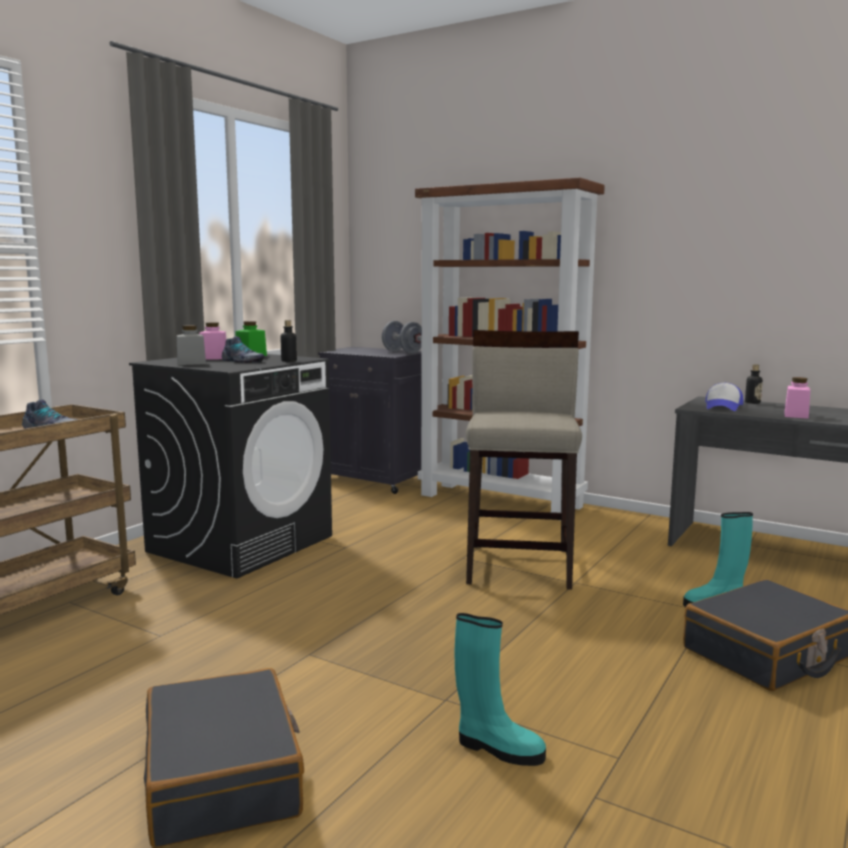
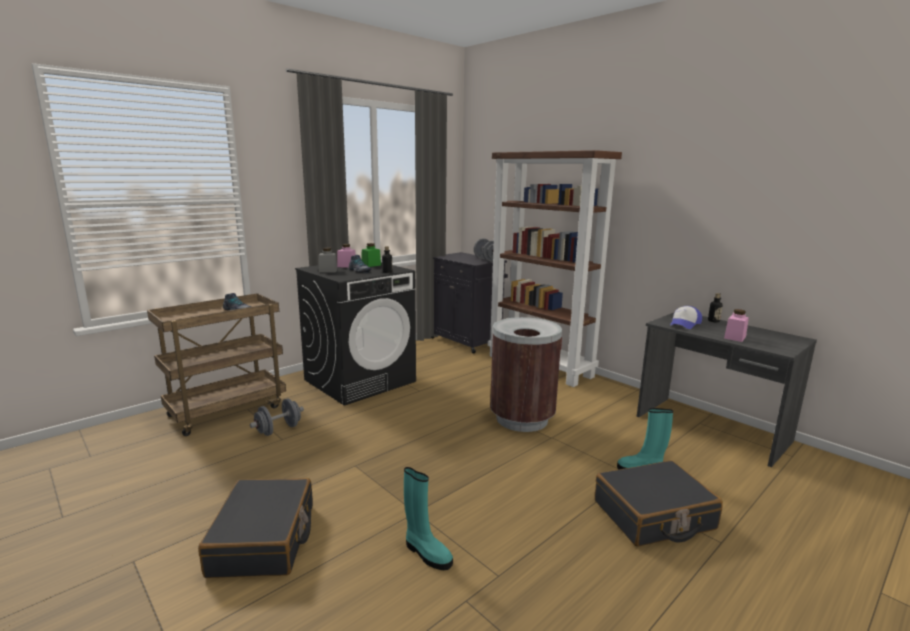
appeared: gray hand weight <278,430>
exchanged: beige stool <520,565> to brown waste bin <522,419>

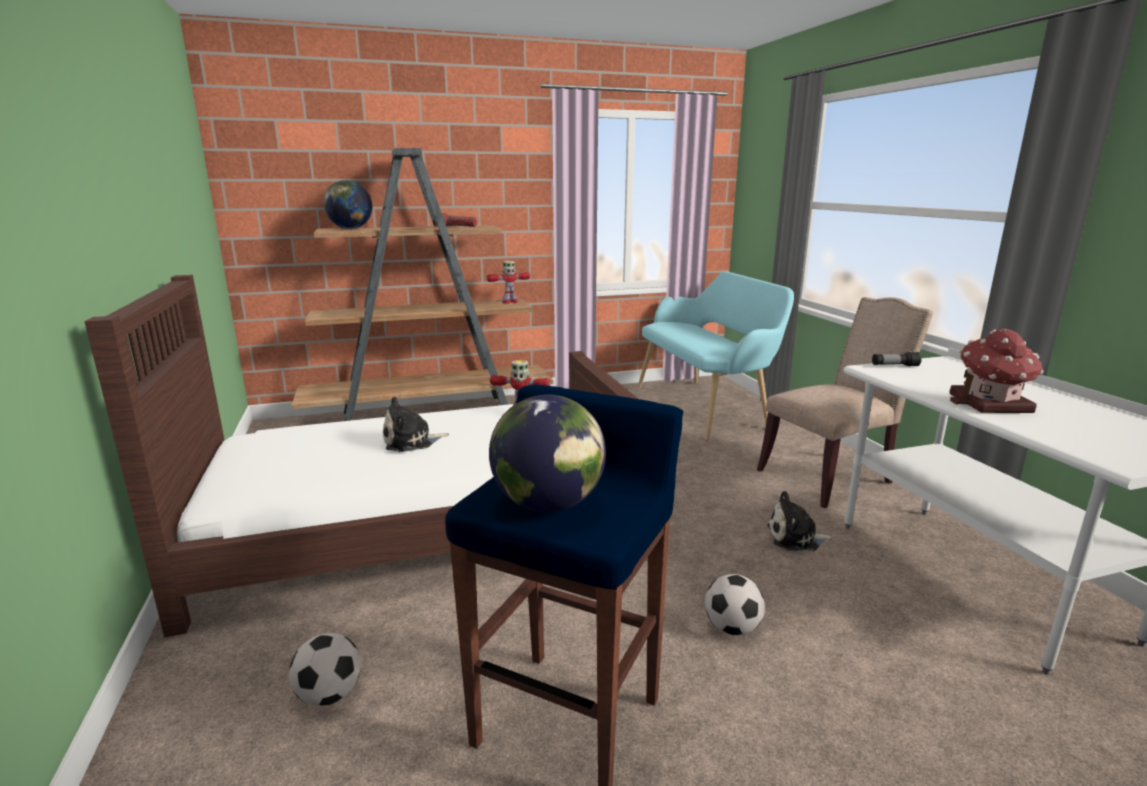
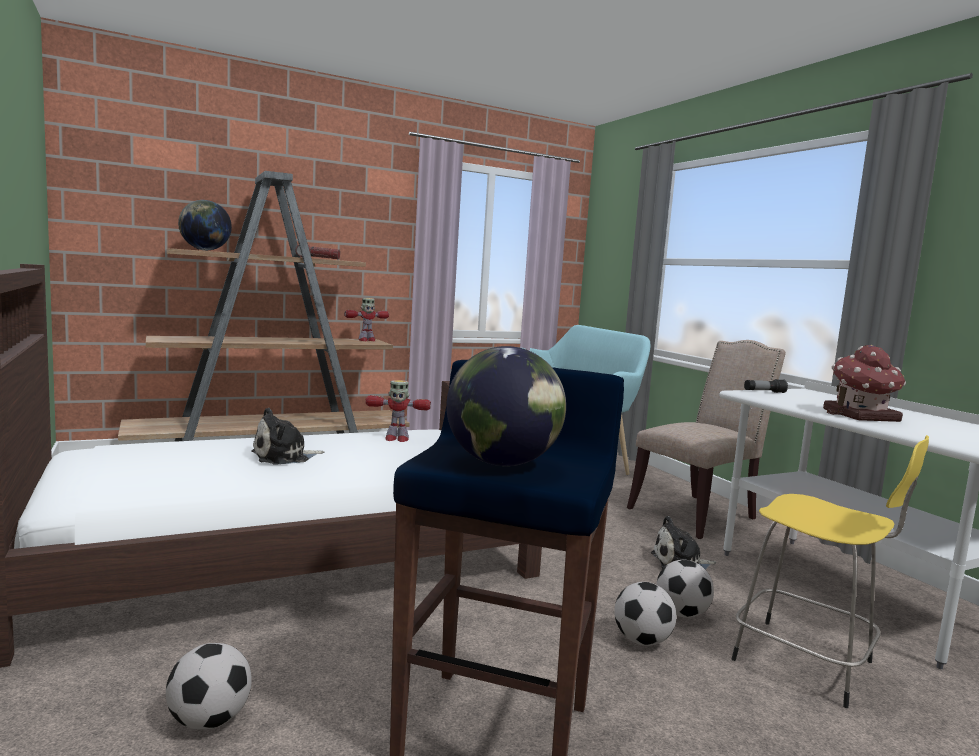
appeared: football ball <681,614>; yellow stool <808,663>

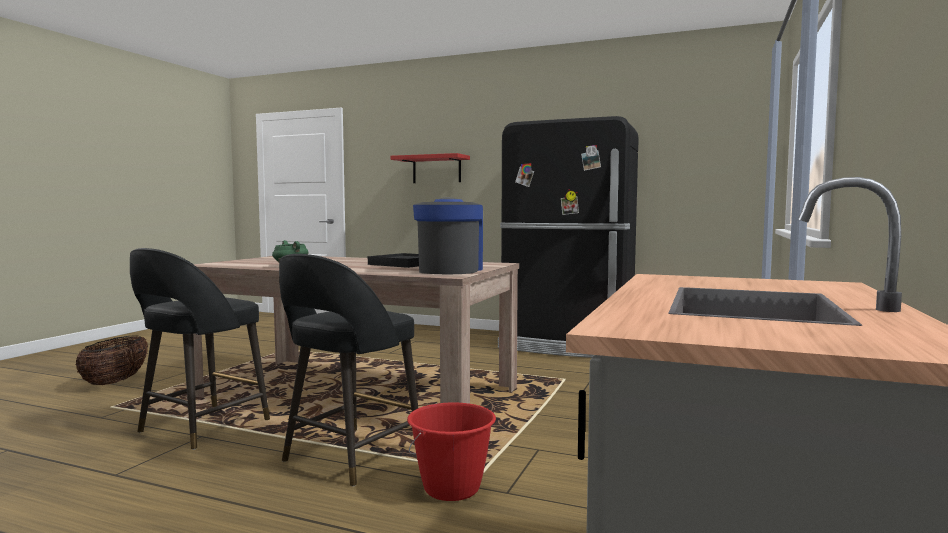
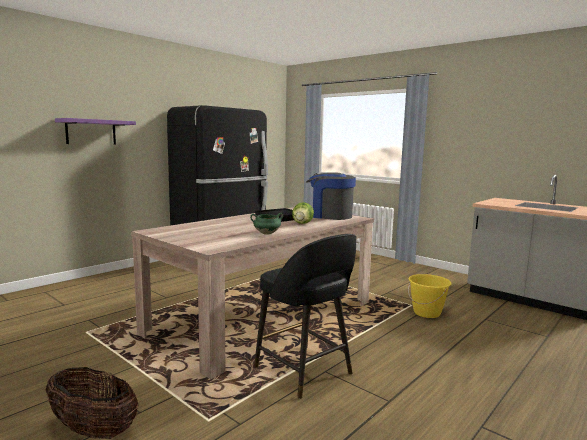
missing: blackish stool <350,457>
appeared: head of lettuce <302,223>
colour: red bracket shelf <436,169> to purplish bracket shelf <91,132>; red pail <452,488> to yellow pail <427,313>

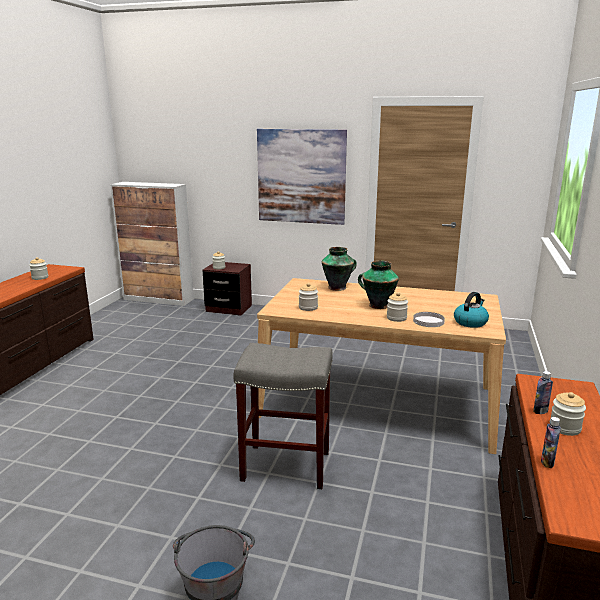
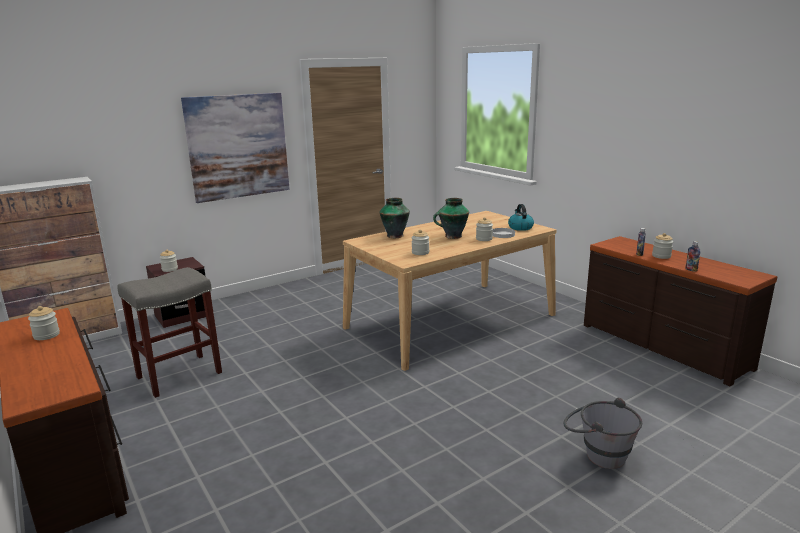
relocated: gray stool <284,466> to <178,375>

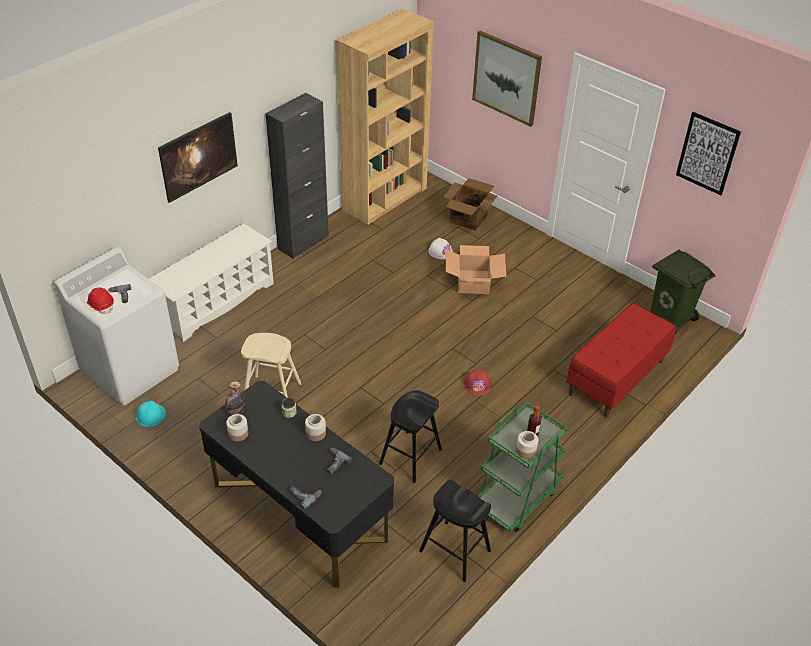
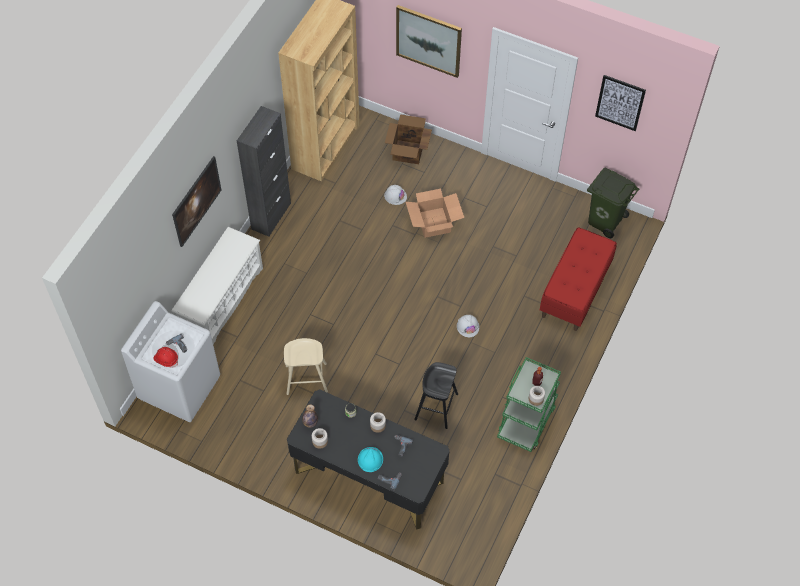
missing: blackish stool <455,551>
relocated: turquoise safety helmet <151,415> to <370,459>
colour: red safety helmet <477,384> to whitish safety helmet <468,326>

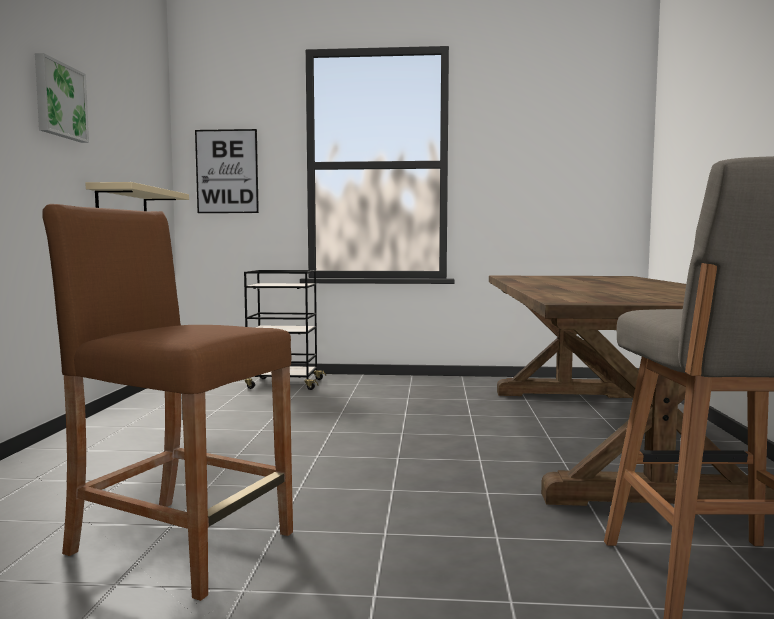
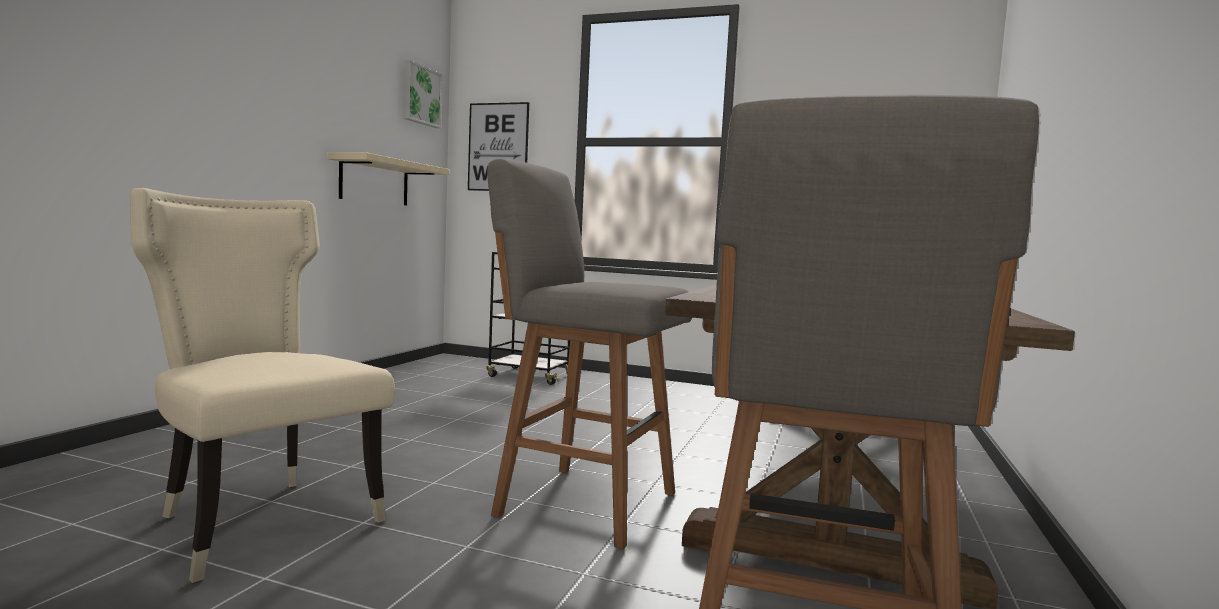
appeared: gray stool <581,502>
relocated: wall art <59,100> to <420,95>
exchanged: brown stool <181,543> to beige plain chair <262,519>

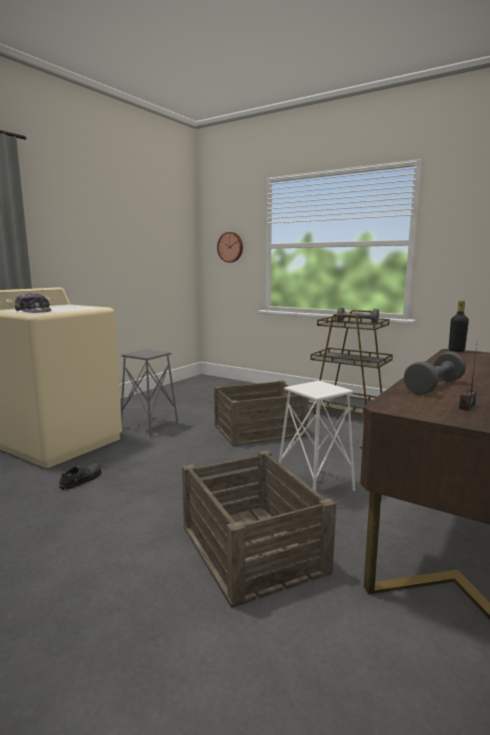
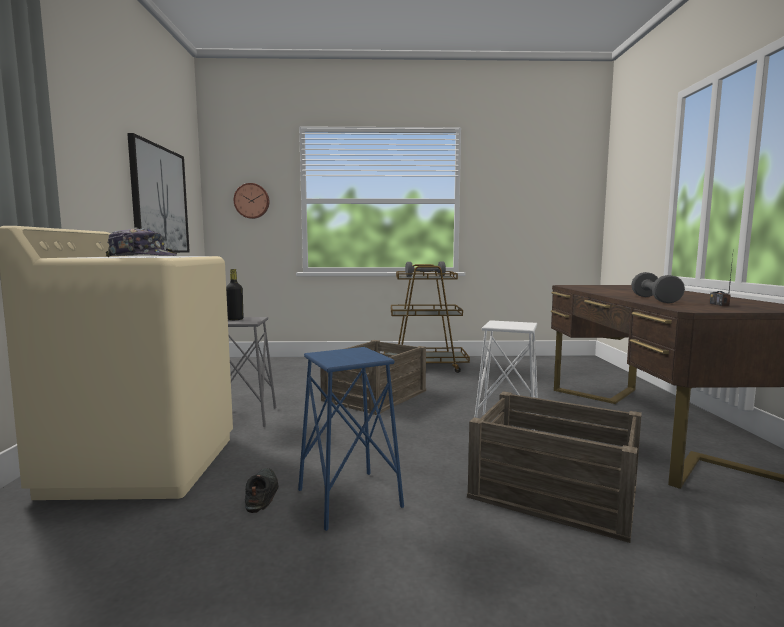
appeared: wall art <159,200>; bluish stool <349,498>
relocated: blackish beverage bottle <456,351> to <235,319>

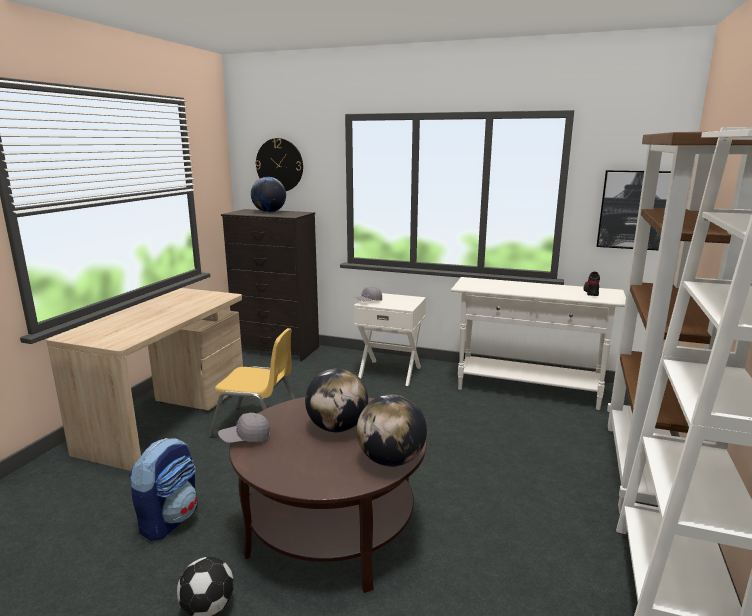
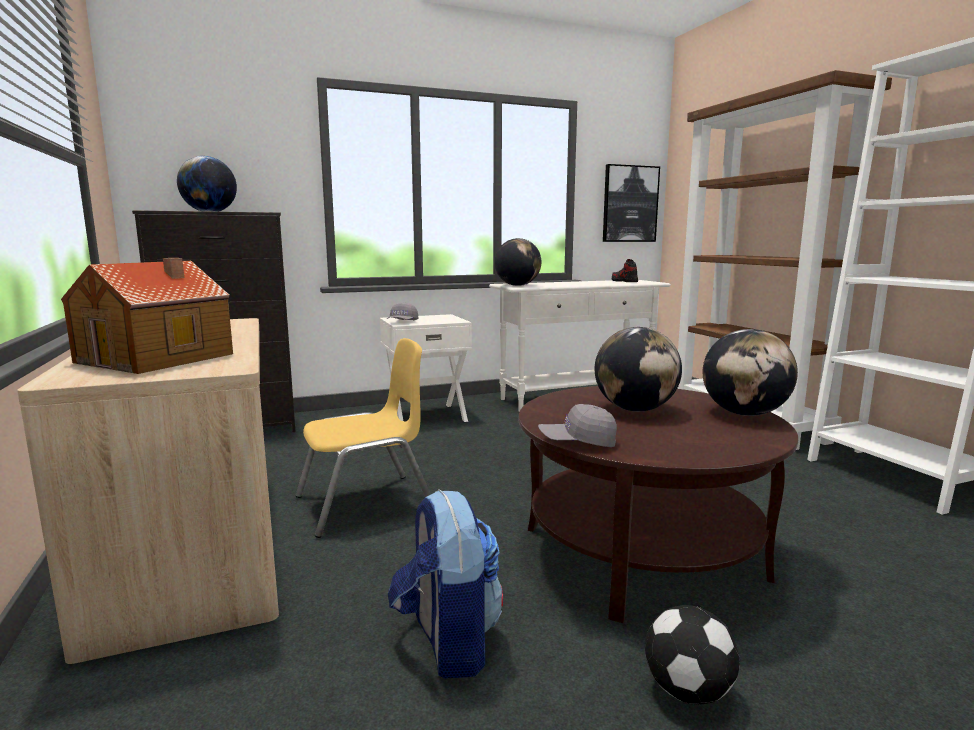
missing: clock on the wall <279,165>
appeared: toy house <159,358>; globe <517,285>
spun: gray cap <245,438> = <577,442> 60 degrees clockwise

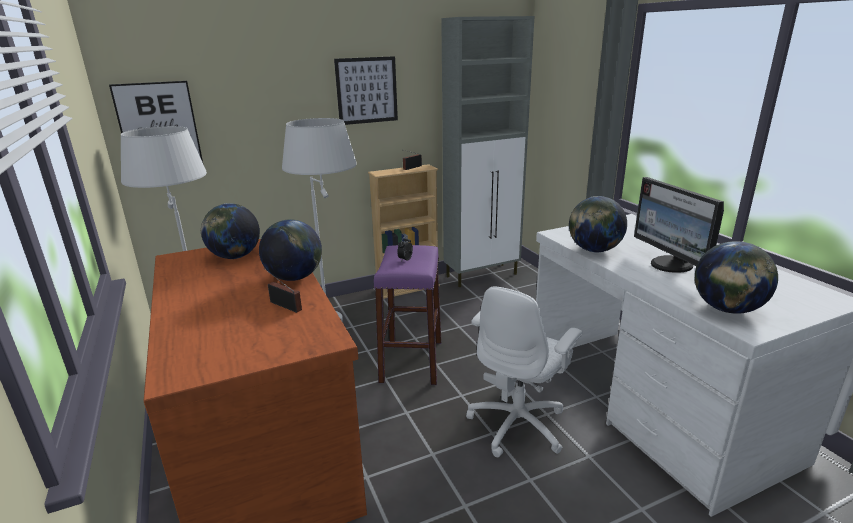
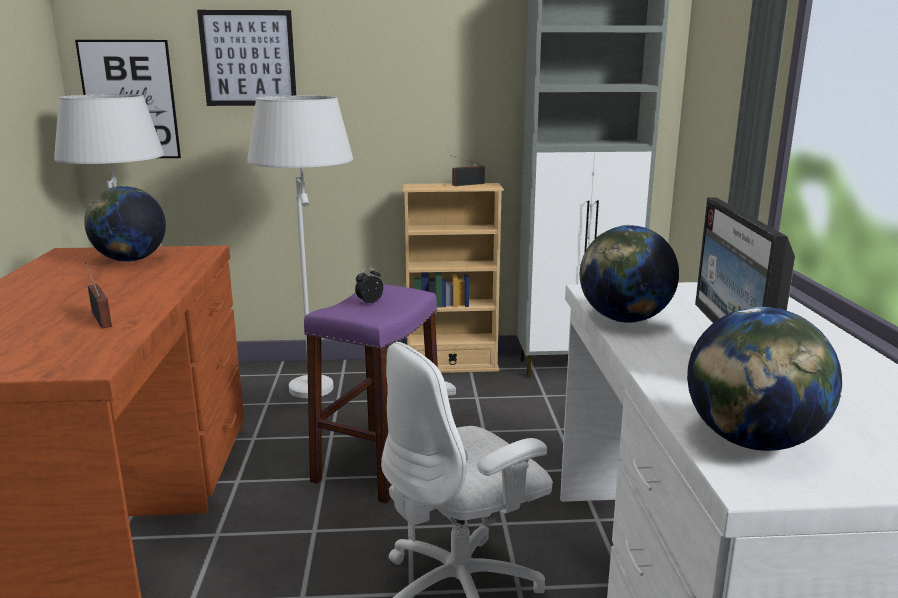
missing: globe <294,278>
relocated: wall art <367,90> to <248,58>

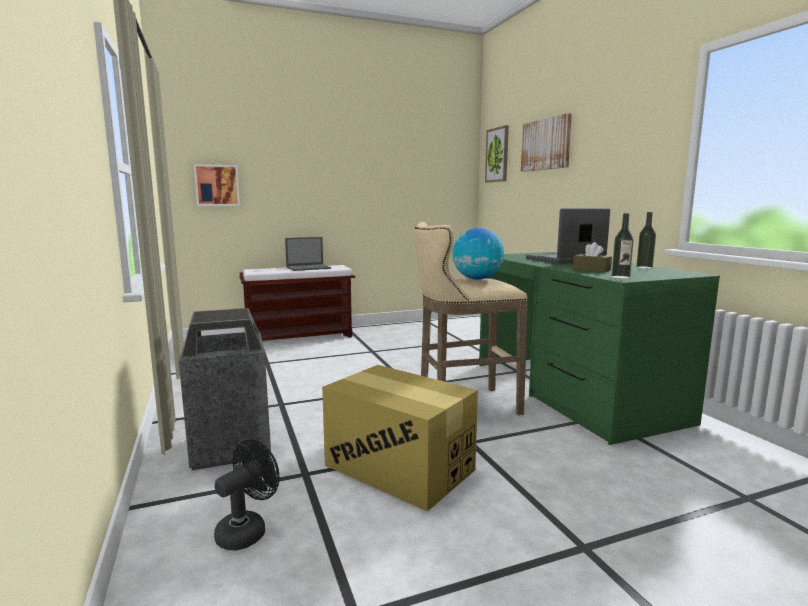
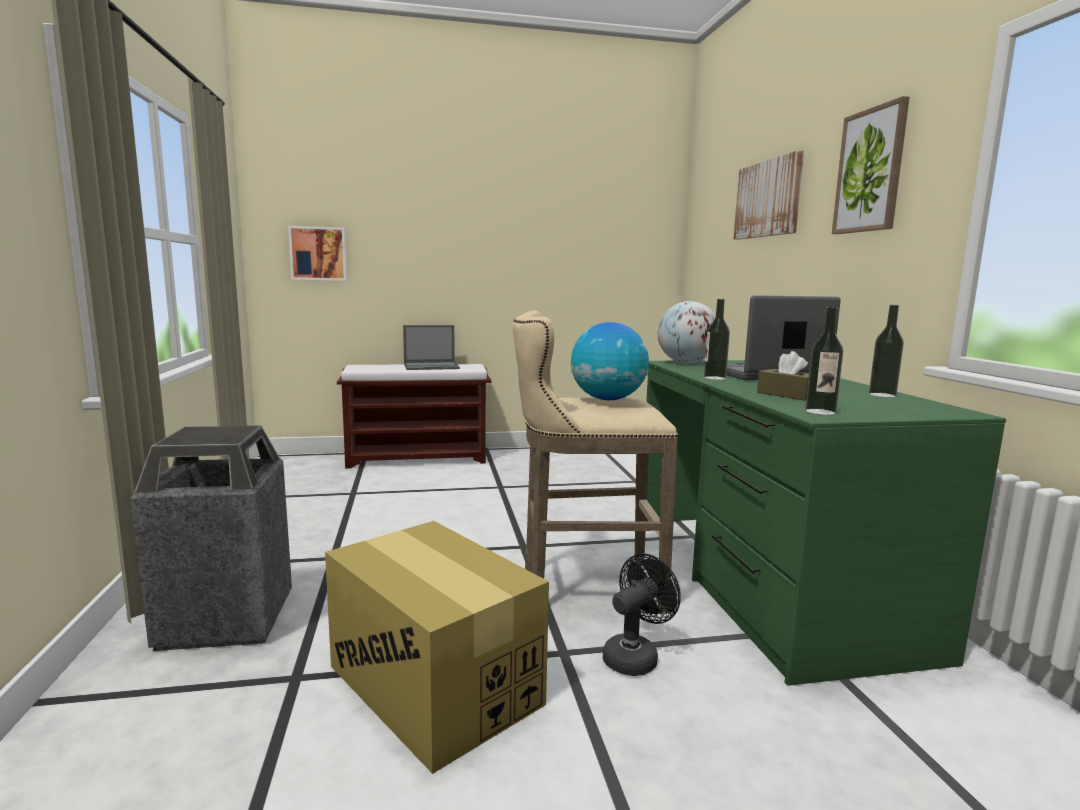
appeared: globe <686,363>; beverage bottle <714,378>
relocated: blackish cooling fan <247,530> to <635,656>; wall art <497,155> to <870,171>

